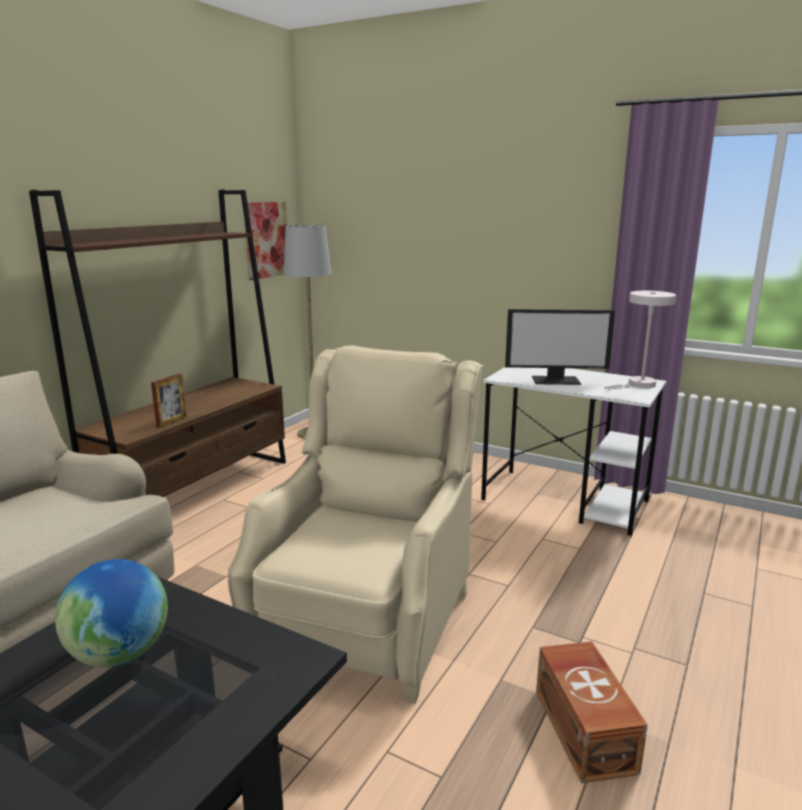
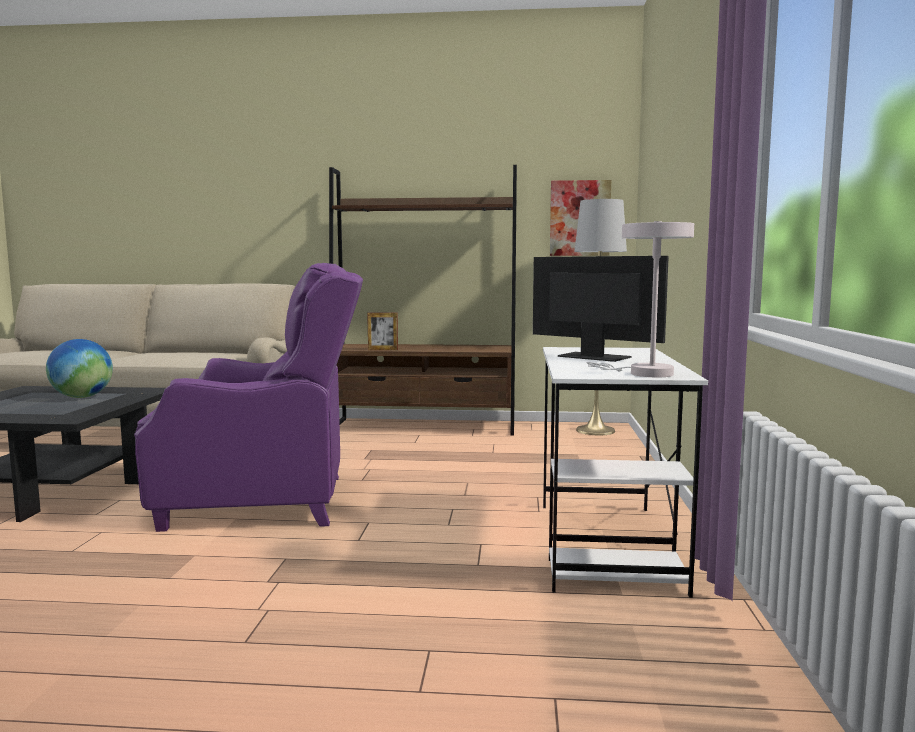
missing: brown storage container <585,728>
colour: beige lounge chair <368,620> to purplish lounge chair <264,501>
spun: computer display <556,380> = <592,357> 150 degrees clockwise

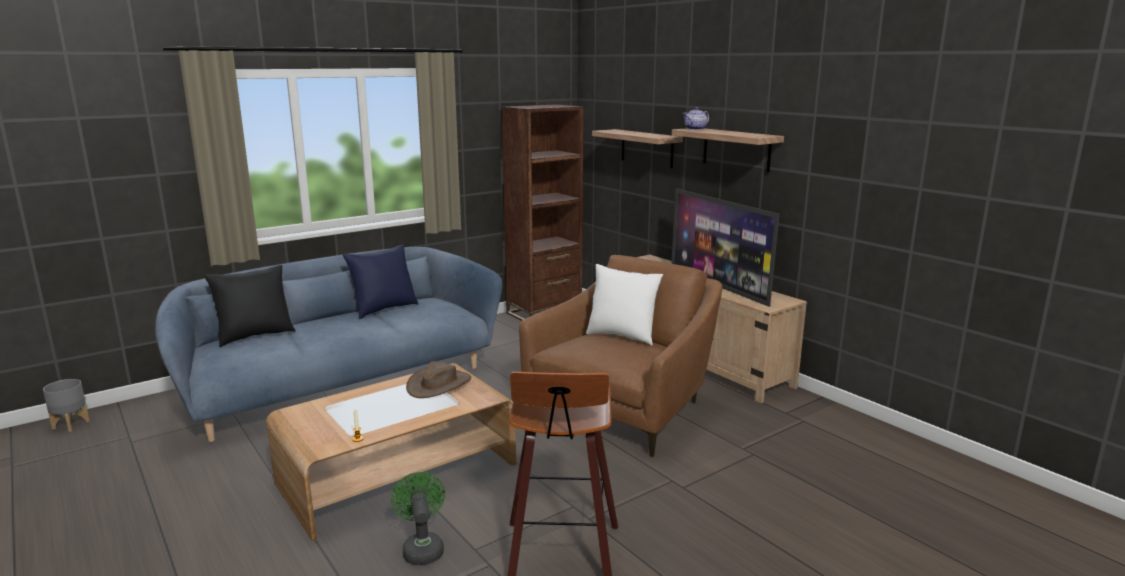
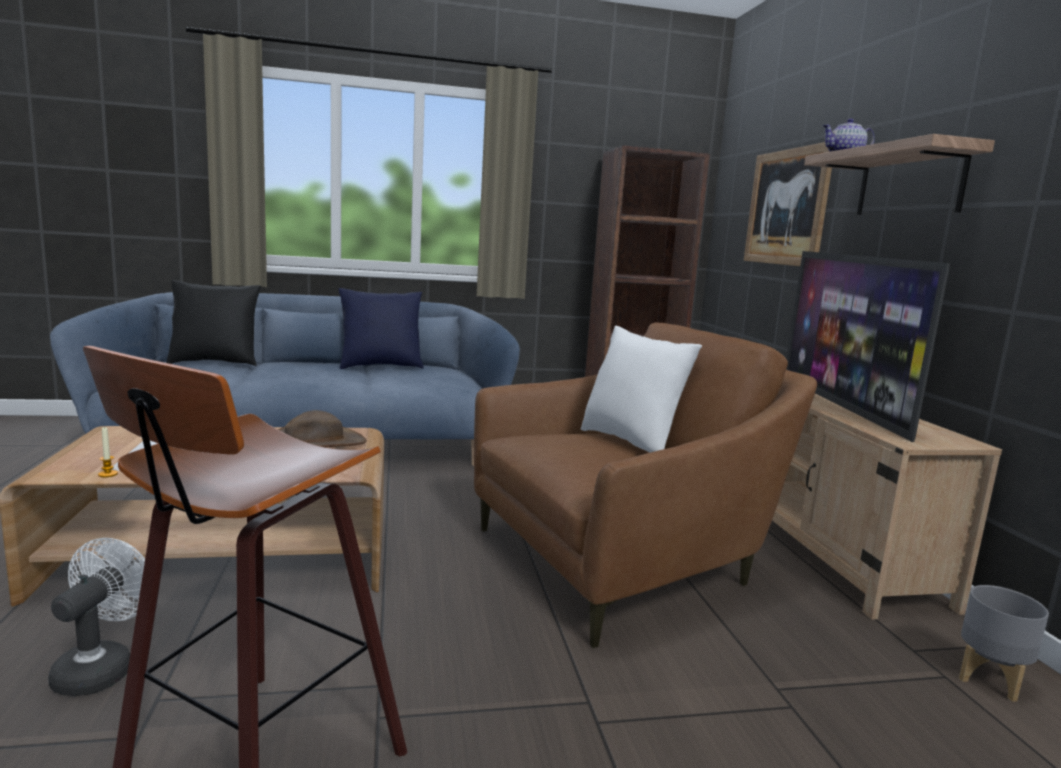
relocated: gray plant pot <70,425> to <988,679>
exchanged: bracket shelf <647,148> to wall art <786,207>
colour: green-coloured cooling fan <422,548> to whitish cooling fan <101,667>

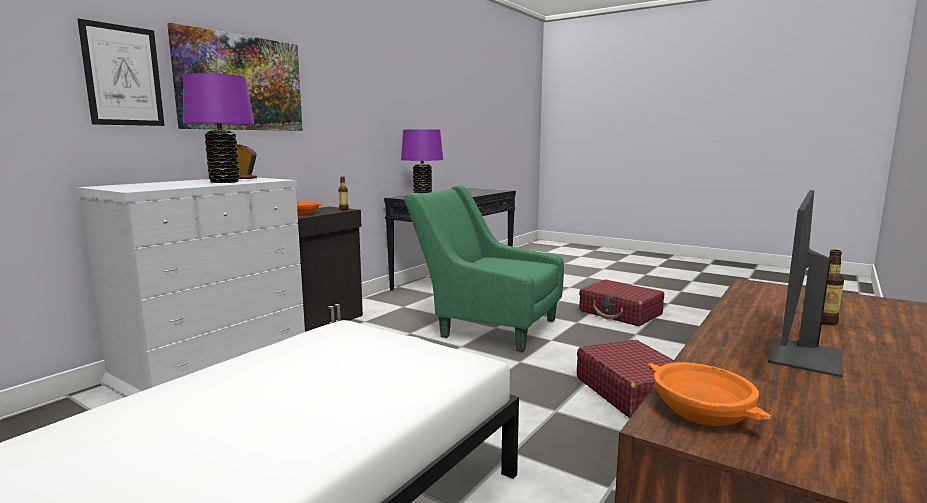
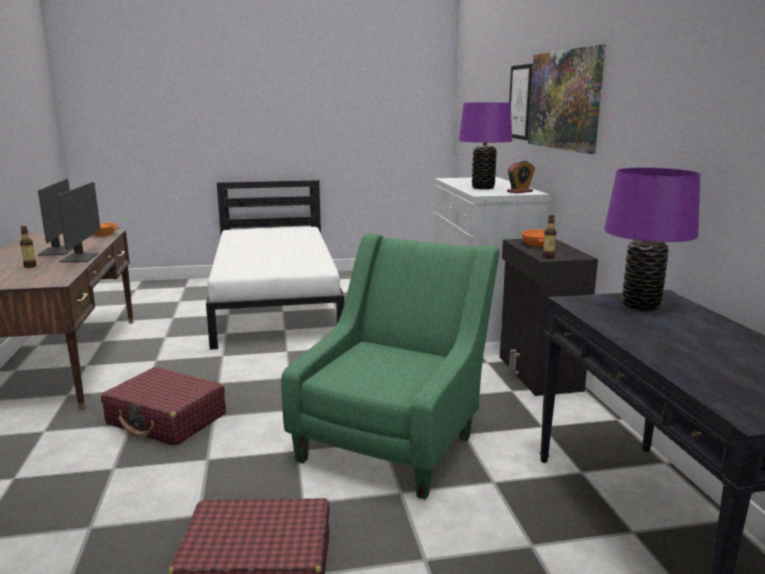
appeared: computer display <80,258>
spun: green-coloured lounge chair <487,326> = <395,439> 45 degrees counterclockwise

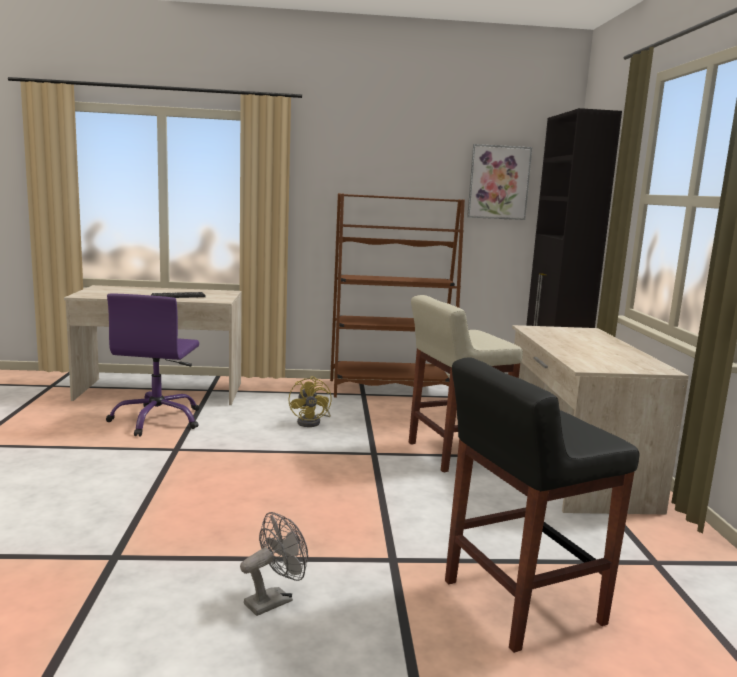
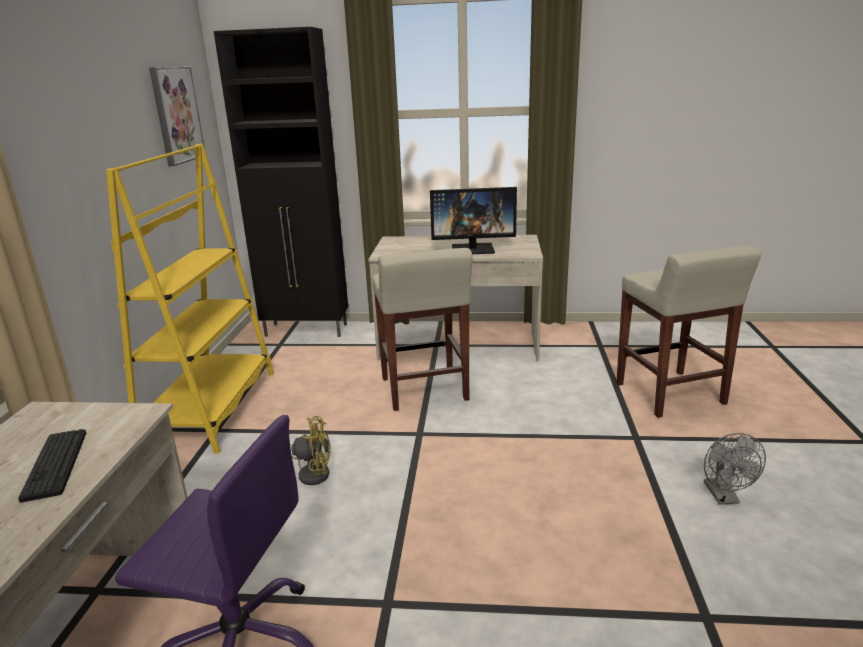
appeared: computer display <473,249>
colour: brown bookcase <390,390> to yellow bookcase <212,409>; blackish stool <520,603> to beige stool <670,394>
spun: gray cooling fan <274,600> = <724,497> 150 degrees counterclockwise

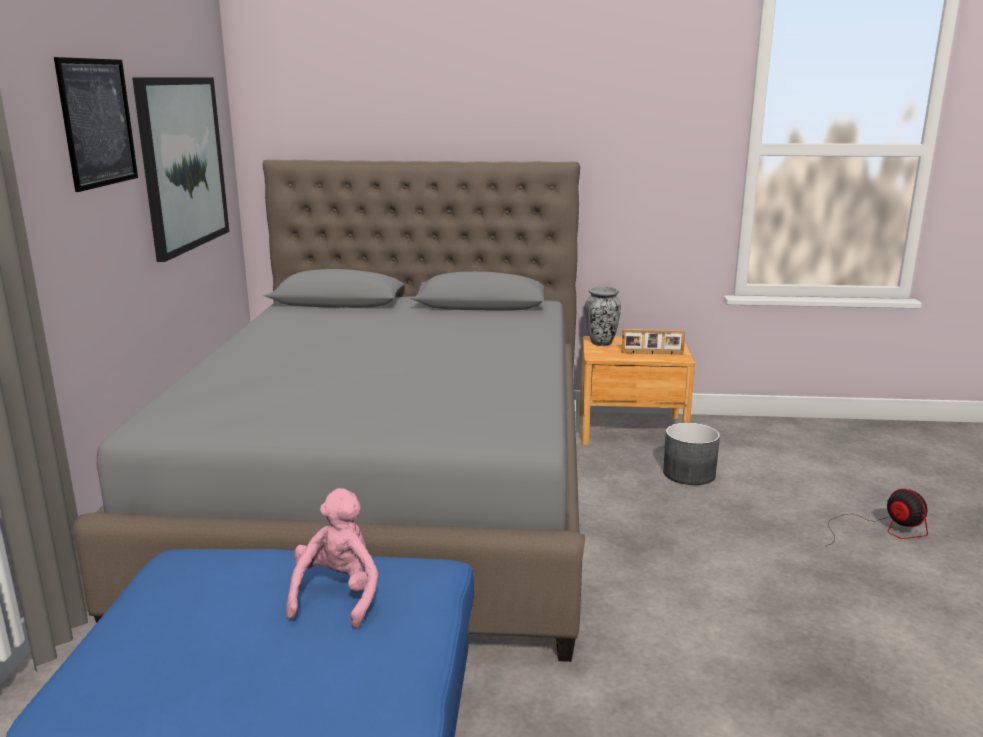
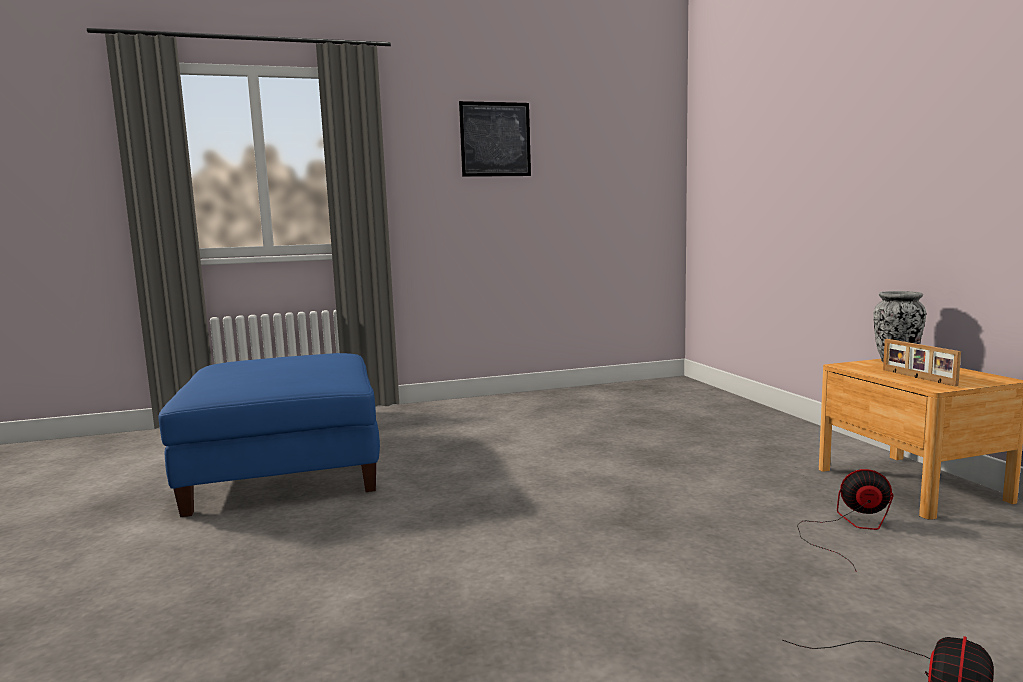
missing: gray sleeping bed <392,498>; wall art <182,164>; pinkish soft toy <338,595>
exchanged: gray plant pot <689,473> to cooling fan <849,528>

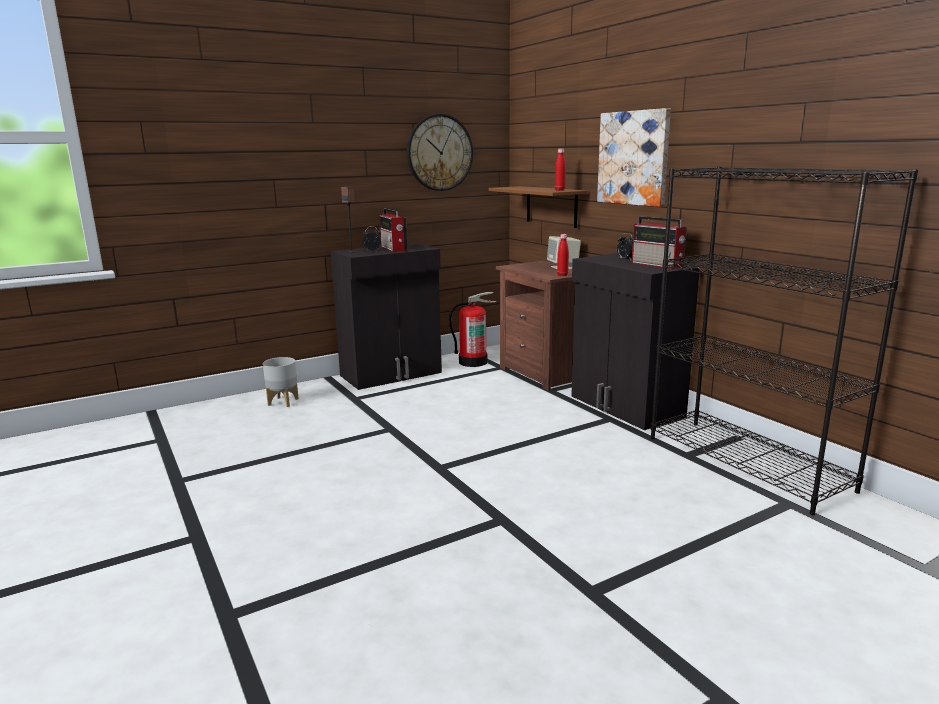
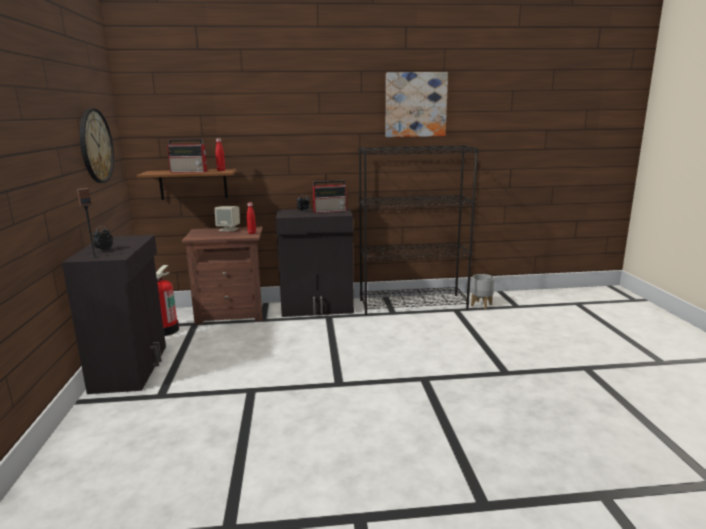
relocated: gray plant pot <283,402> to <481,305>; radio <393,248> to <190,171>; wall art <633,158> to <415,105>

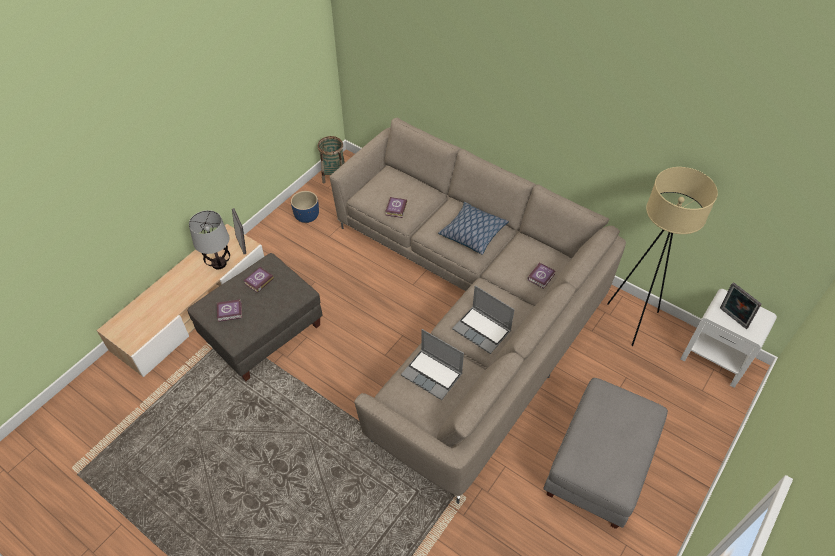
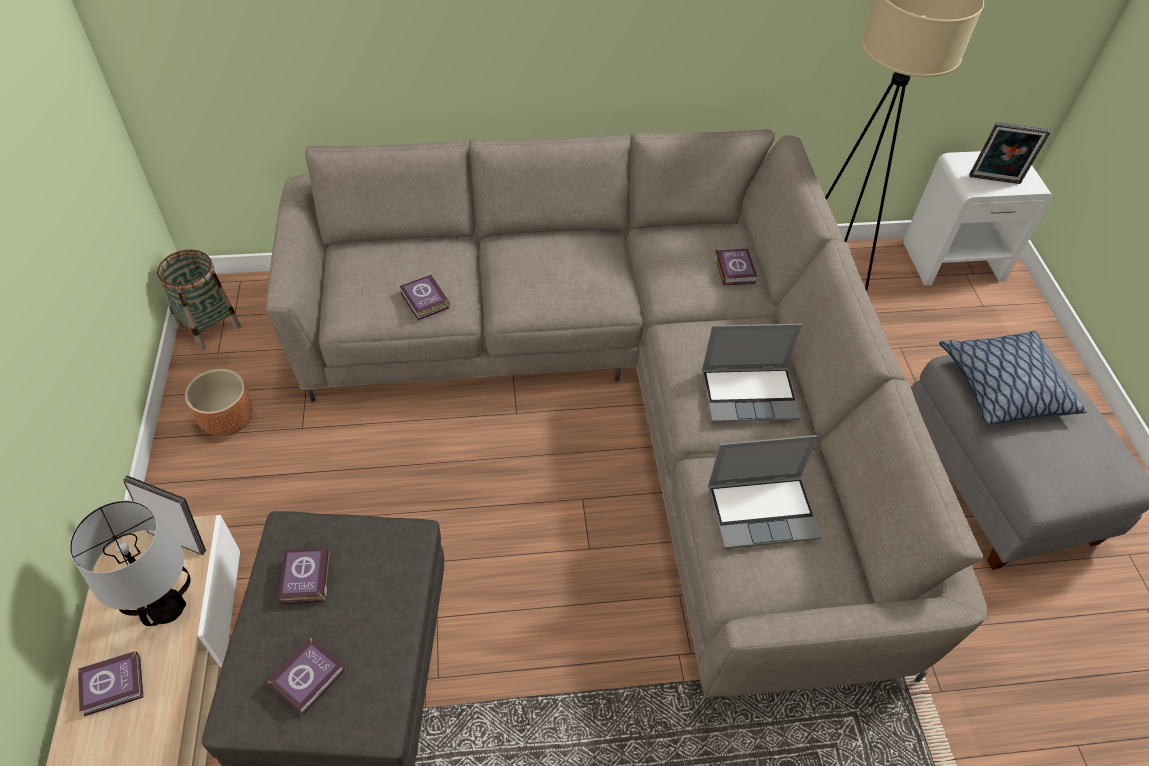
appeared: book <114,686>
relocated: cushion <472,233> to <1003,387>
colour: bluish plant pot <307,216> to brown plant pot <228,420>

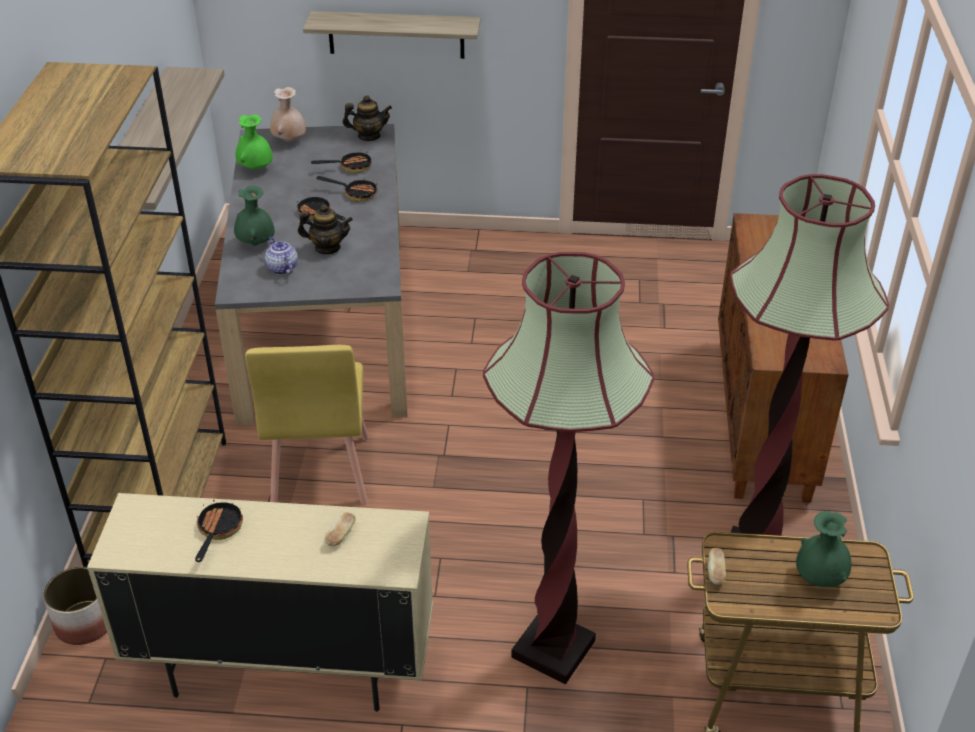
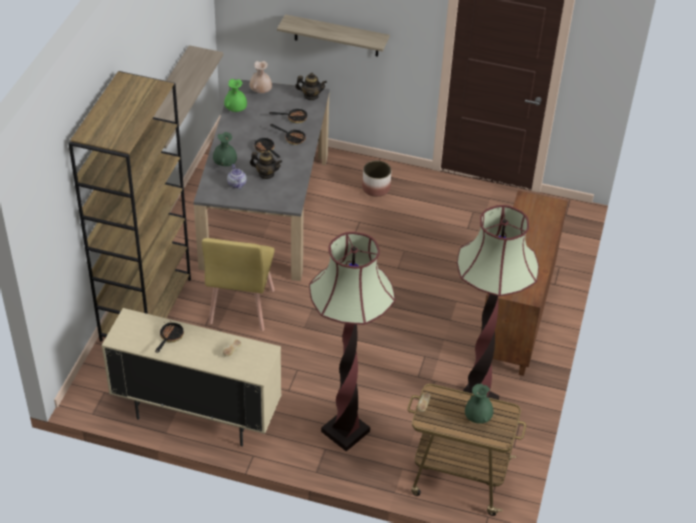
relocated: plant pot <84,623> to <375,188>

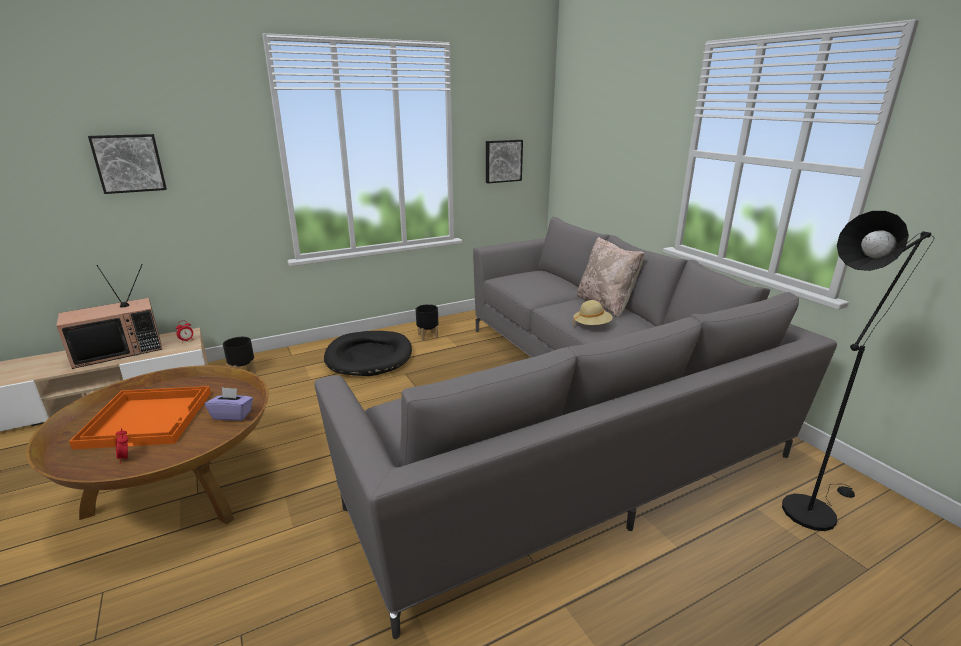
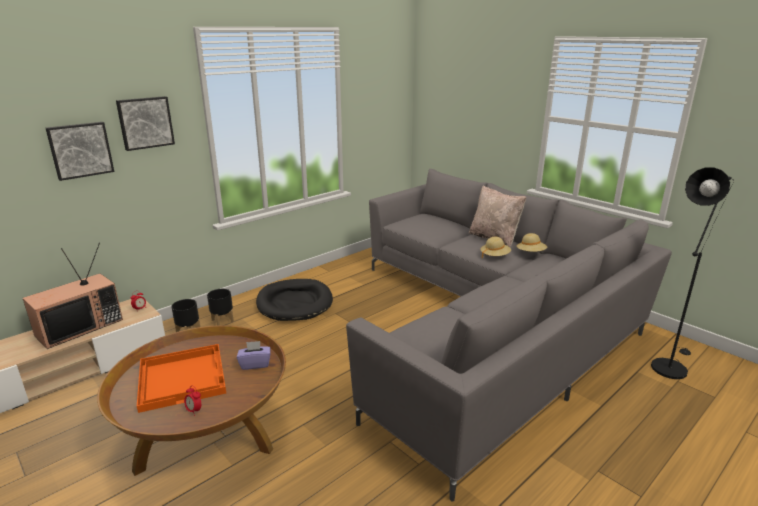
appeared: beige wearable hat <531,253>
relocated: blackish plant pot <427,336> to <222,321>; wall art <503,161> to <145,122>

